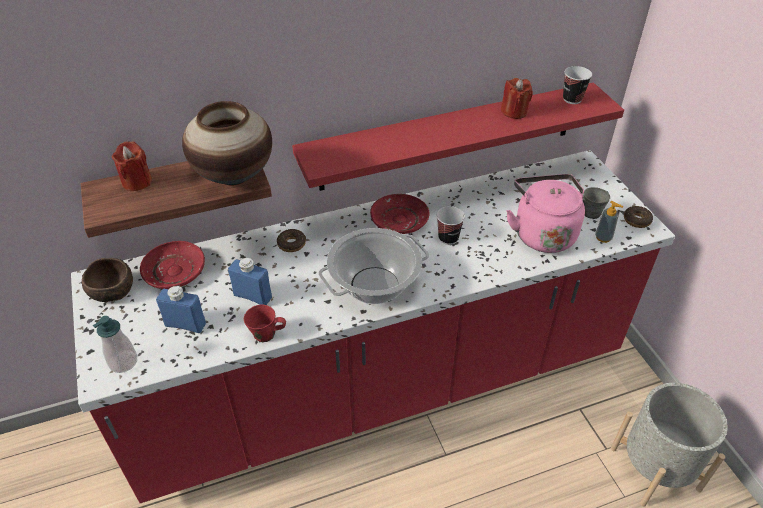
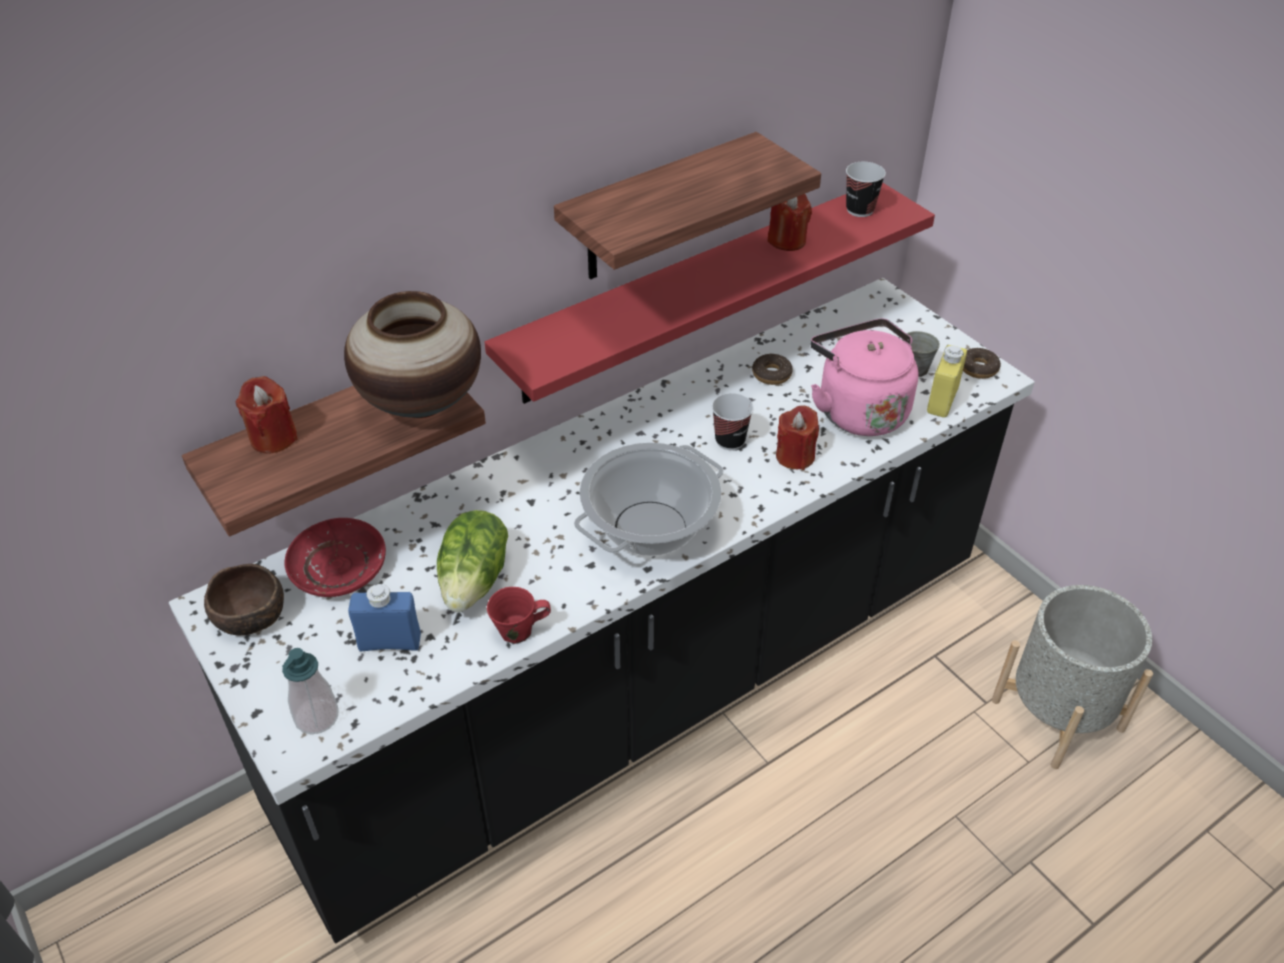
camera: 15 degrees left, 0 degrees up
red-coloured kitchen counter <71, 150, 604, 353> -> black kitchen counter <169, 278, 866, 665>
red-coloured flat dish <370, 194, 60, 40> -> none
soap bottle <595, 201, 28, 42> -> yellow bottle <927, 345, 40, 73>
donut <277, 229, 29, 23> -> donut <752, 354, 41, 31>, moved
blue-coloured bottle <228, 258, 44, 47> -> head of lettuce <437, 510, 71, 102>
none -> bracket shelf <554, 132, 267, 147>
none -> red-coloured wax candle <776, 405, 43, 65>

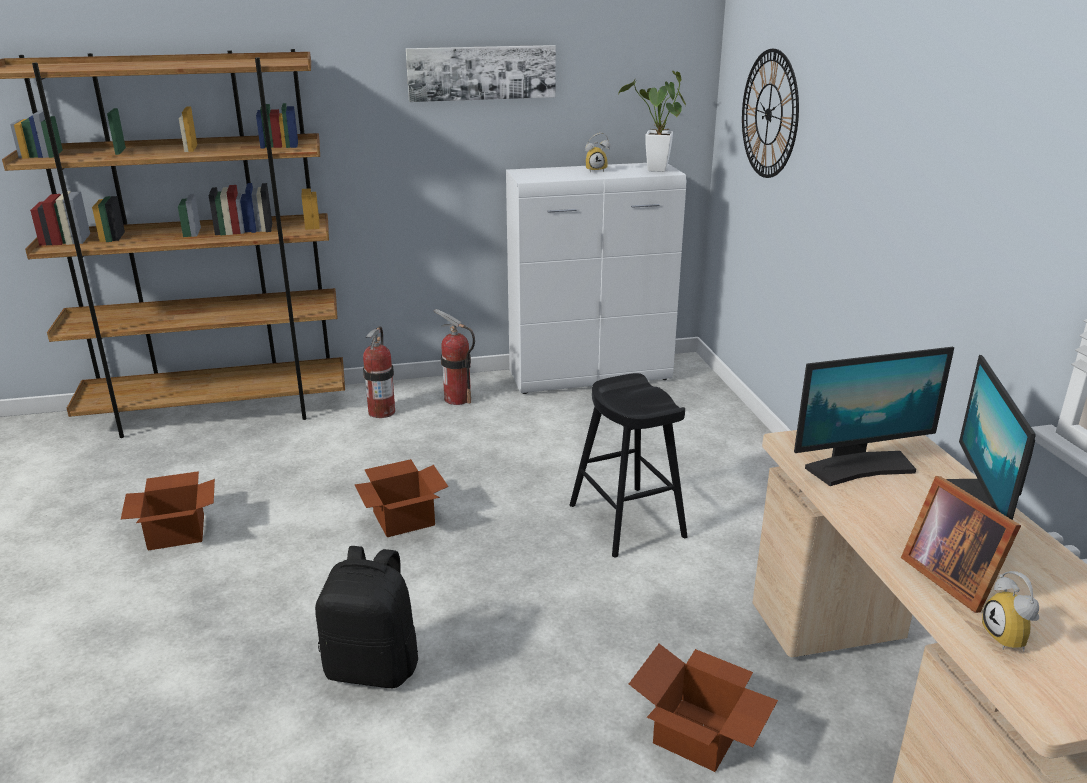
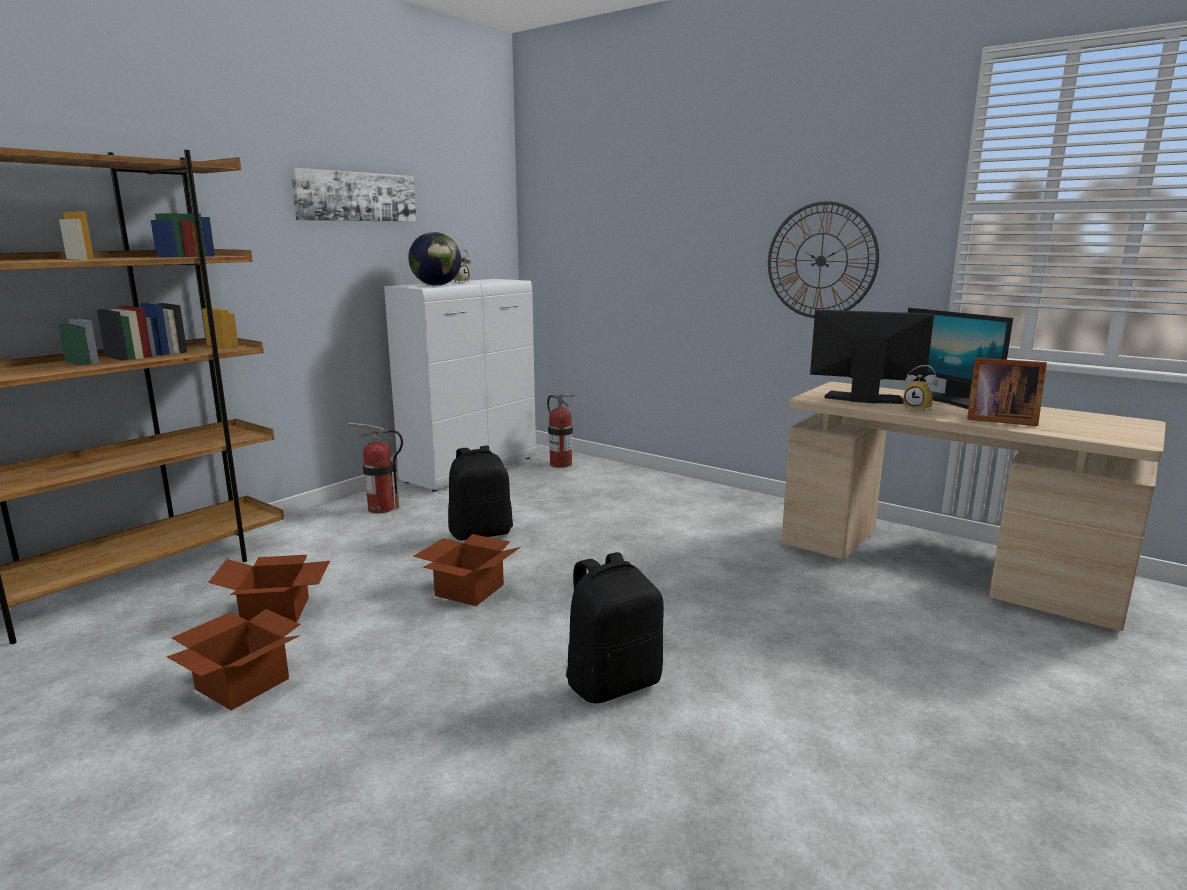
camera: 40 degrees left, 10 degrees down
hanging clock <742, 49, 57, 129> -> hanging clock <768, 201, 111, 117>, moved
plant in a pot <618, 71, 68, 101> -> none
fire-fighting cylinder <363, 326, 32, 92> -> fire-fighting cylinder <547, 394, 27, 74>, moved
computer screen <794, 347, 160, 139> -> computer screen <810, 310, 124, 94>, 105 degrees counterclockwise
black stool seat <570, 373, 118, 184> -> none
alarm clock <982, 571, 57, 81> -> alarm clock <903, 365, 35, 47>, moved
carton <629, 644, 149, 128> -> carton <208, 555, 122, 67>, moved
none -> desk globe <408, 232, 53, 54>
none -> black backpack <448, 446, 65, 94>

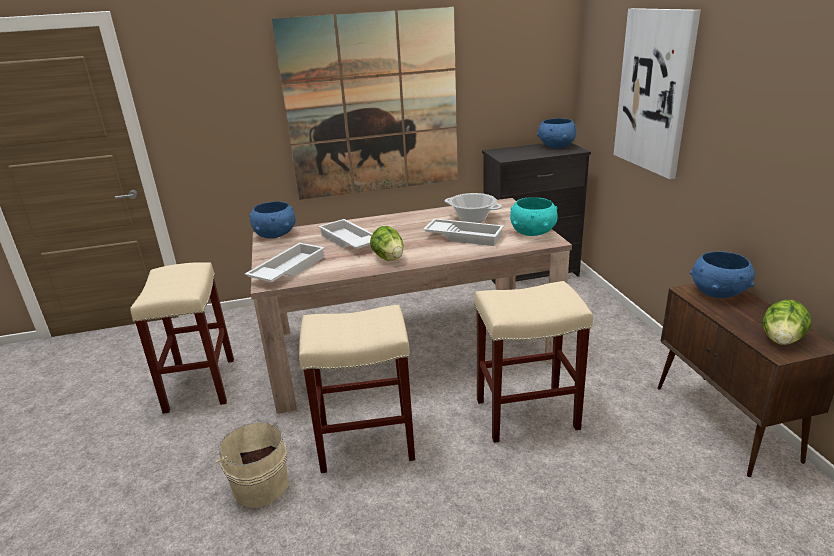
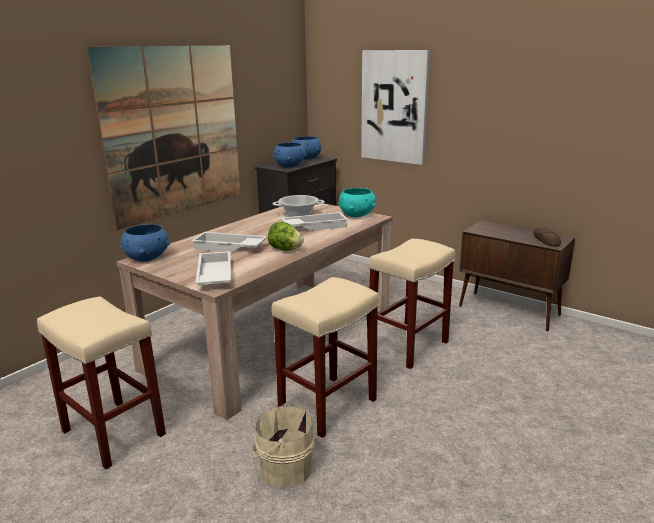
camera: 40 degrees left, 5 degrees down
blue-coloured deep dish <690, 251, 65, 47> -> blue-coloured deep dish <273, 142, 34, 26>, moved
head of lettuce <763, 300, 48, 45> -> bakery bread <533, 228, 28, 19>

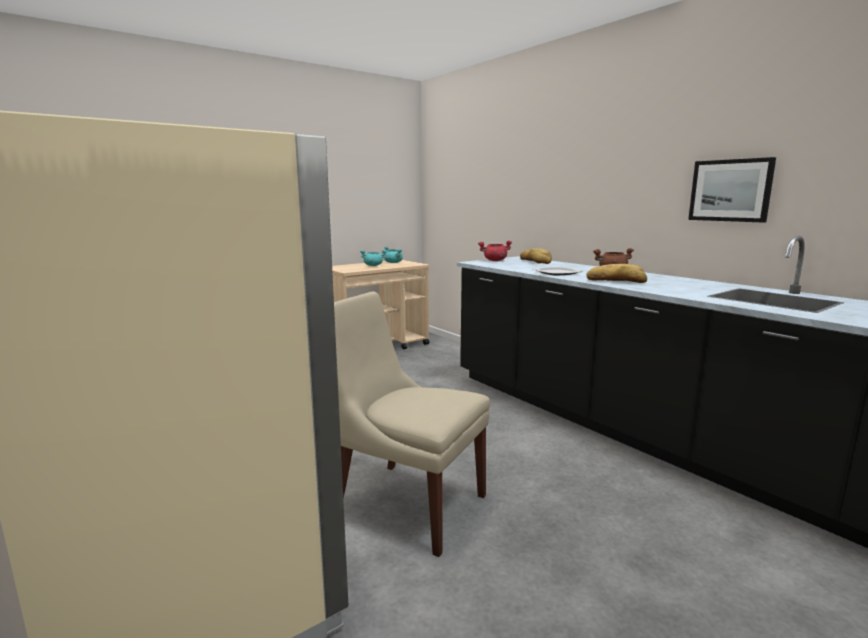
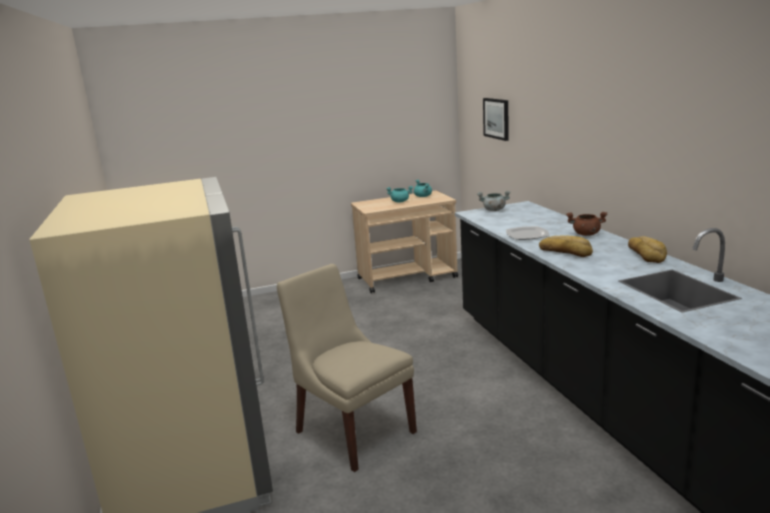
camera: 20 degrees right, 5 degrees up
wall picture <688, 157, 88, 66> -> wall picture <483, 98, 26, 43>, moved
red-coloured stockpot <478, 240, 34, 21> -> gray stockpot <477, 191, 34, 20>
bakery bread <520, 248, 32, 16> -> bakery bread <628, 236, 39, 27>, moved

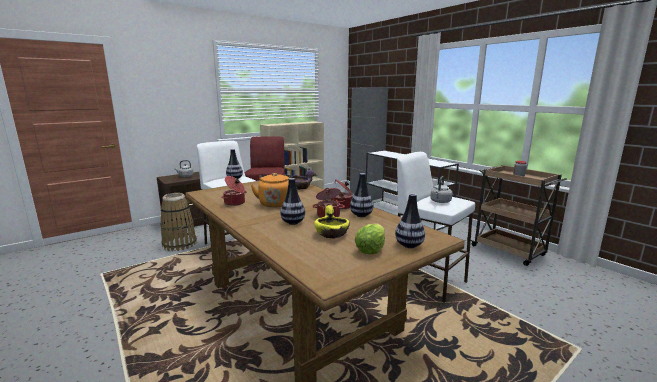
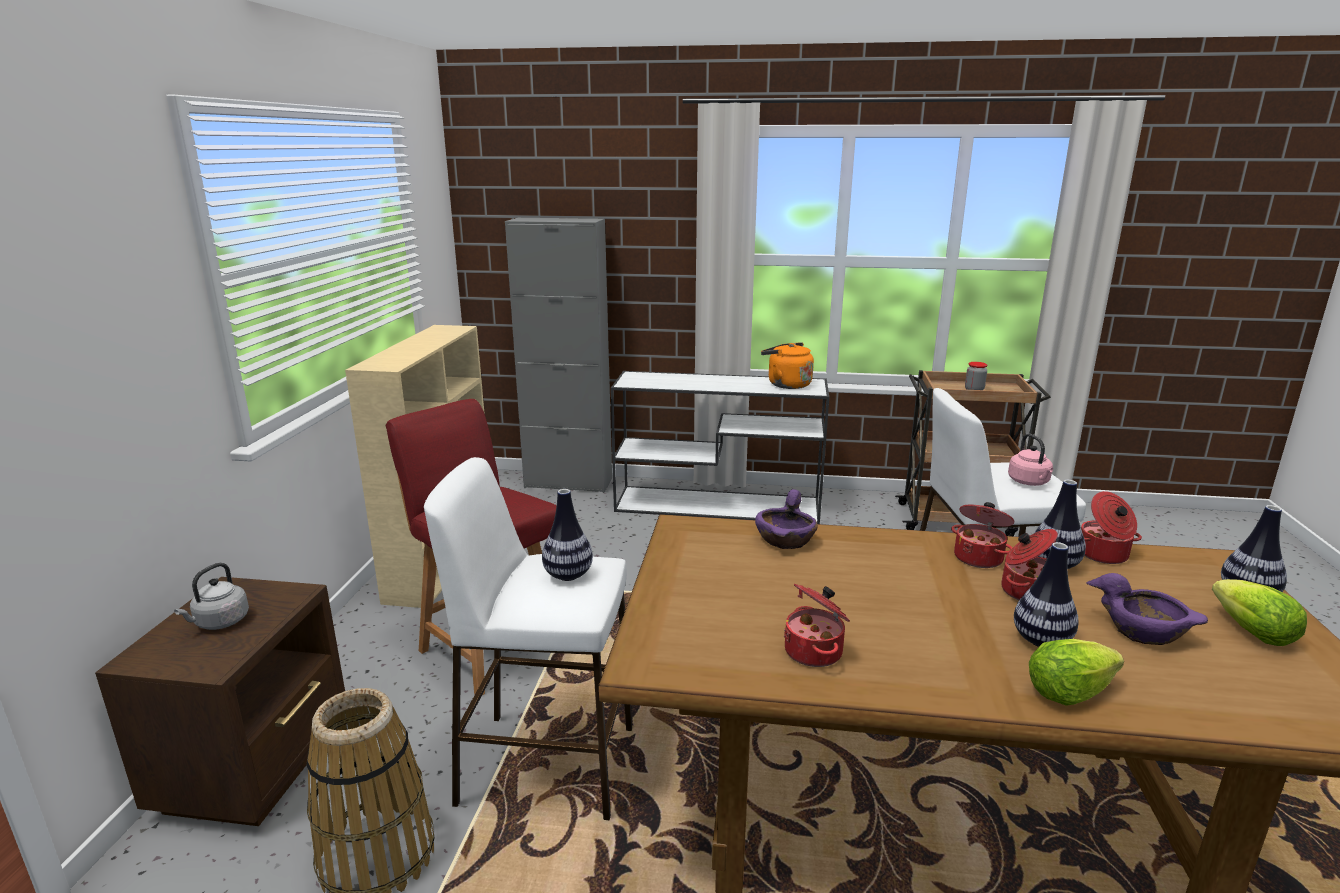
camera: 45 degrees left, 5 degrees up
orangey water kettle <251, 173, 40, 35> -> orangey water kettle <761, 342, 53, 47>, moved
gray water kettle <430, 176, 22, 27> -> pinkish water kettle <1008, 434, 45, 52>
yellow deep dish <314, 205, 36, 33> -> purple-coloured deep dish <1086, 573, 122, 72>
none -> stockpot <1081, 491, 61, 73>
none -> head of lettuce <1029, 639, 95, 67>

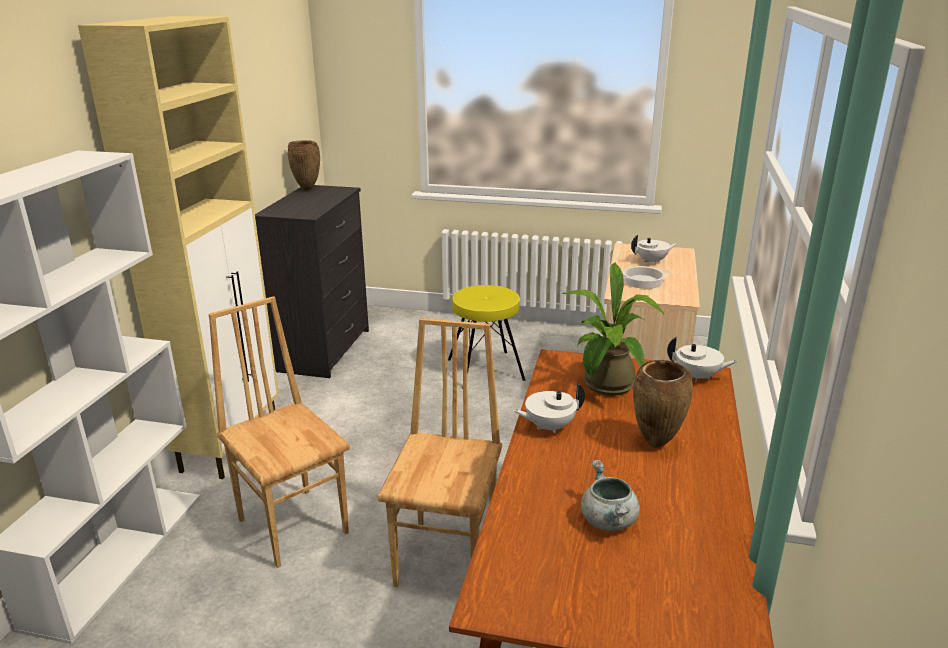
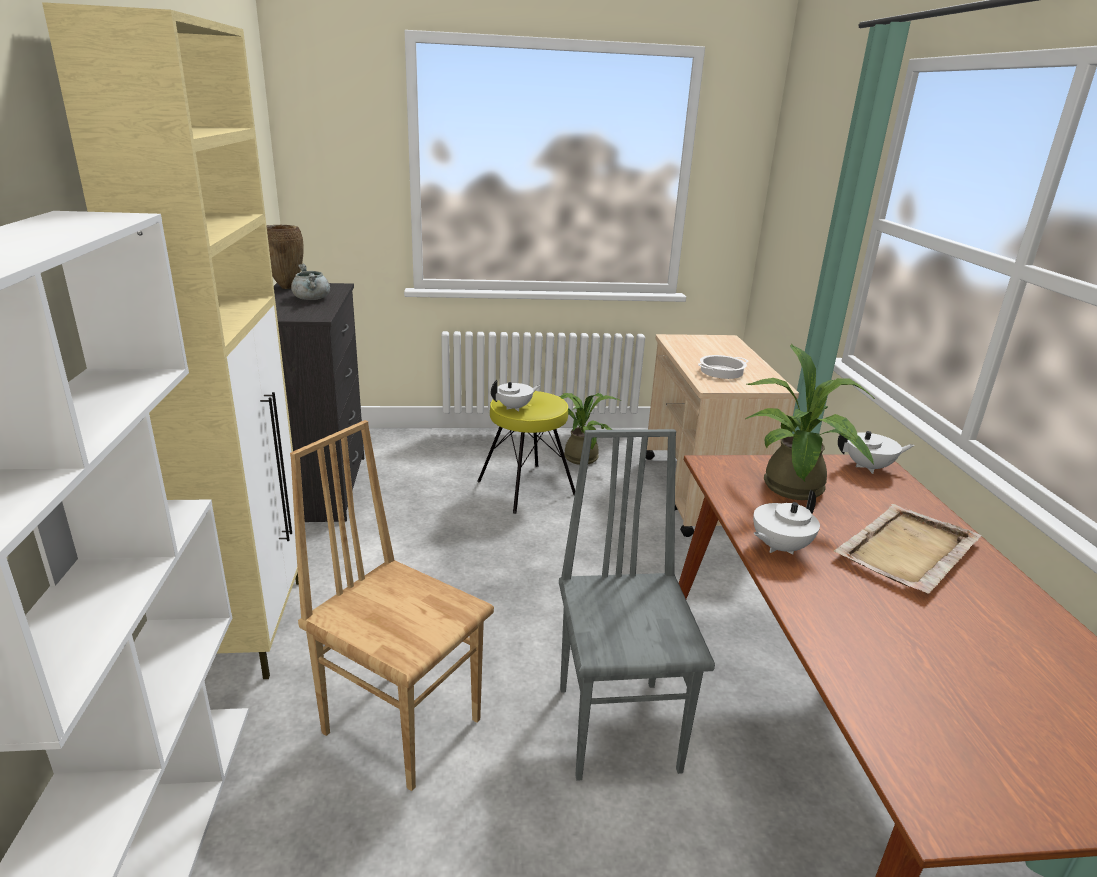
camera: 20 degrees left, 0 degrees up
white-coloured pot for tea <631, 235, 47, 30> -> white-coloured pot for tea <491, 380, 49, 32>, moved
brownish plain chair <378, 318, 124, 269> -> gray plain chair <559, 429, 156, 352>
brownish flower vase <633, 360, 60, 88> -> beige-coloured serving tray <834, 504, 148, 89>
gray stockpot <581, 460, 59, 71> -> gray stockpot <291, 263, 39, 37>, moved
none -> plant in a pot <560, 393, 61, 72>

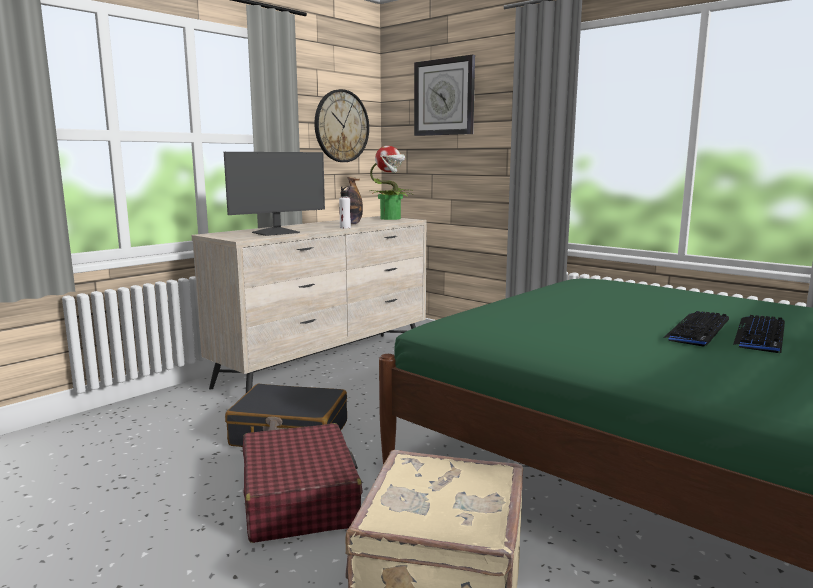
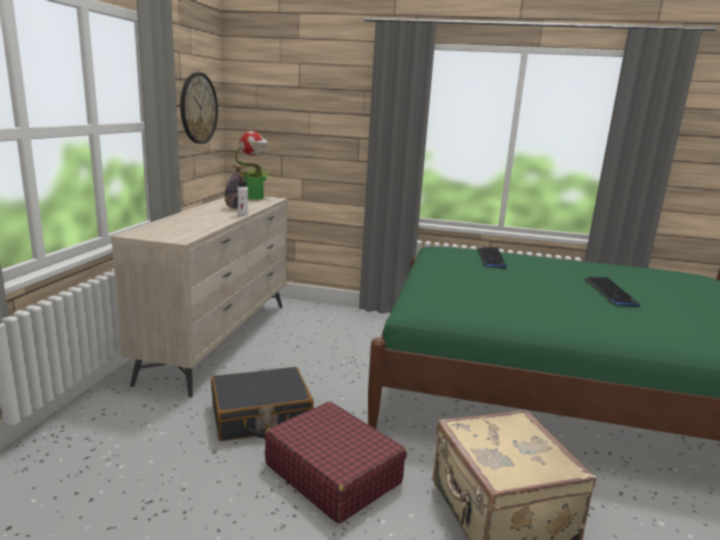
camera: 30 degrees left, 5 degrees up
hanging clock <414, 55, 61, 81> -> none
computer screen <224, 152, 101, 84> -> none
computer keyboard <663, 311, 66, 36> -> computer keyboard <477, 247, 29, 22>, moved

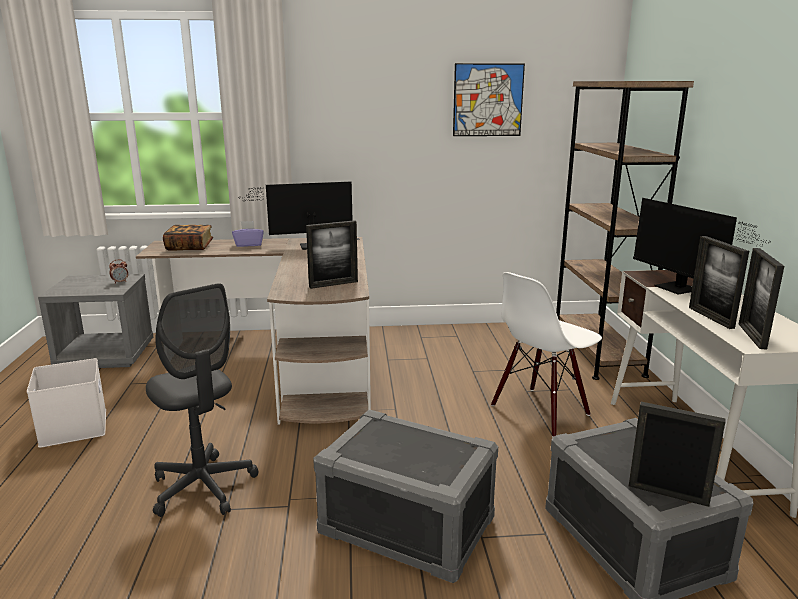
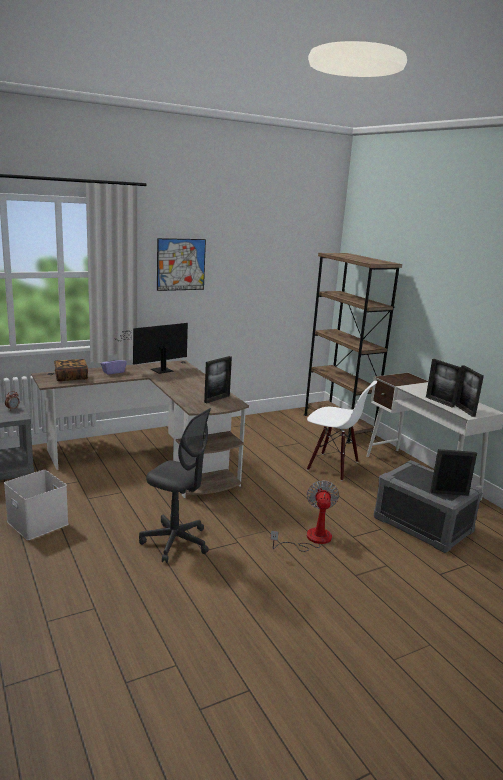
camera: 25 degrees left, 0 degrees up
wall picture <453, 63, 72, 73> -> wall picture <157, 238, 49, 53>, moved
computer screen <633, 198, 135, 96> -> none
white-coloured plain chair <491, 272, 111, 165> -> white-coloured plain chair <307, 381, 70, 100>, 90 degrees counterclockwise
gray storage bin <313, 409, 185, 174> -> electric fan <270, 480, 69, 72>

